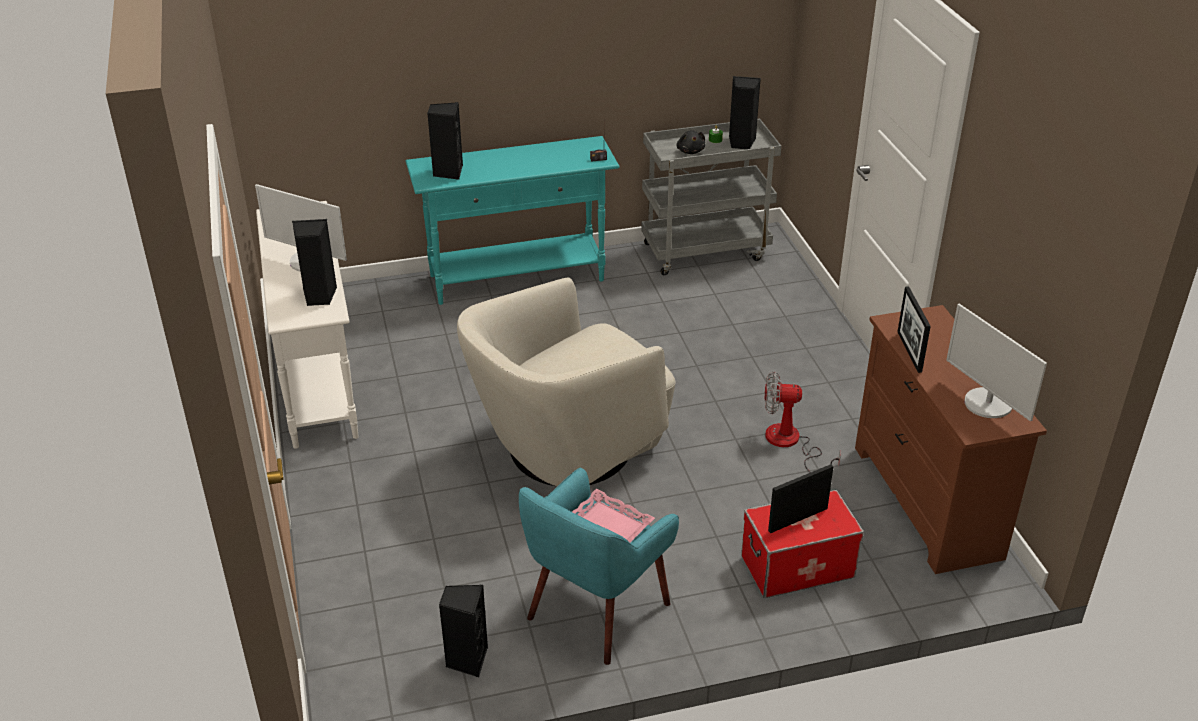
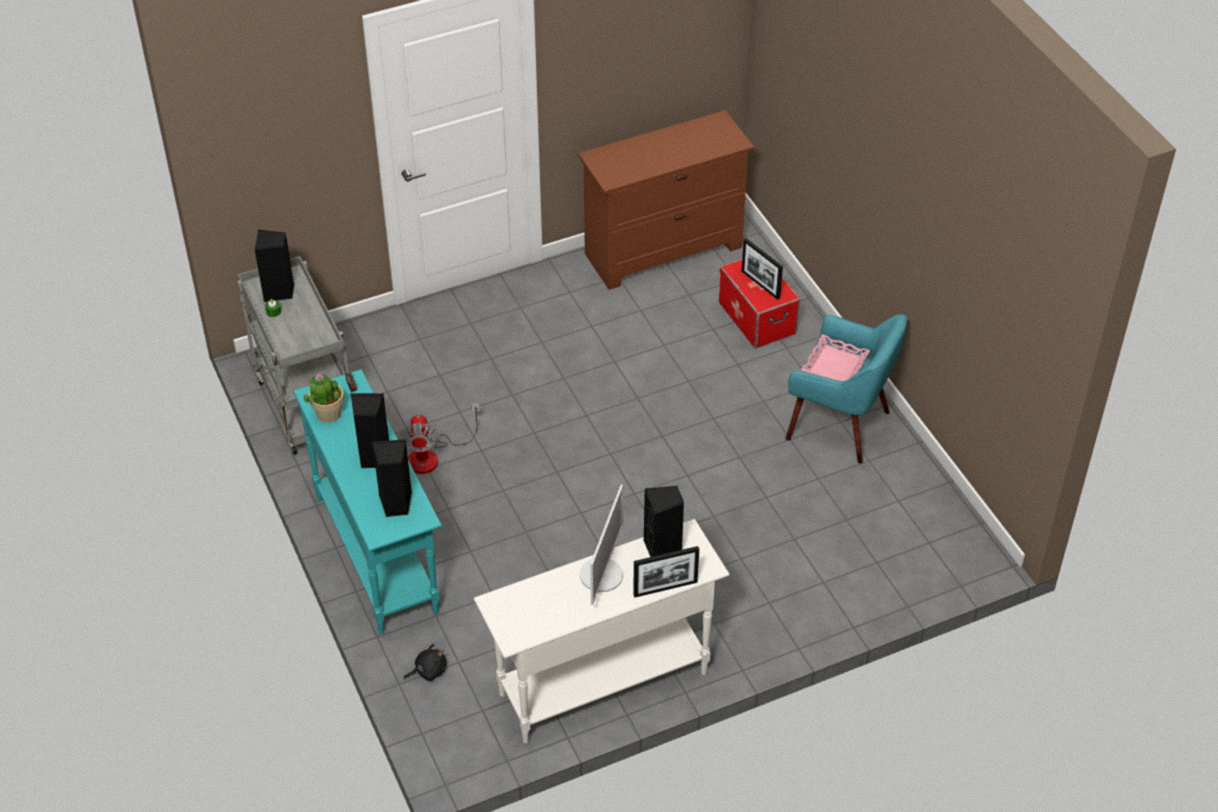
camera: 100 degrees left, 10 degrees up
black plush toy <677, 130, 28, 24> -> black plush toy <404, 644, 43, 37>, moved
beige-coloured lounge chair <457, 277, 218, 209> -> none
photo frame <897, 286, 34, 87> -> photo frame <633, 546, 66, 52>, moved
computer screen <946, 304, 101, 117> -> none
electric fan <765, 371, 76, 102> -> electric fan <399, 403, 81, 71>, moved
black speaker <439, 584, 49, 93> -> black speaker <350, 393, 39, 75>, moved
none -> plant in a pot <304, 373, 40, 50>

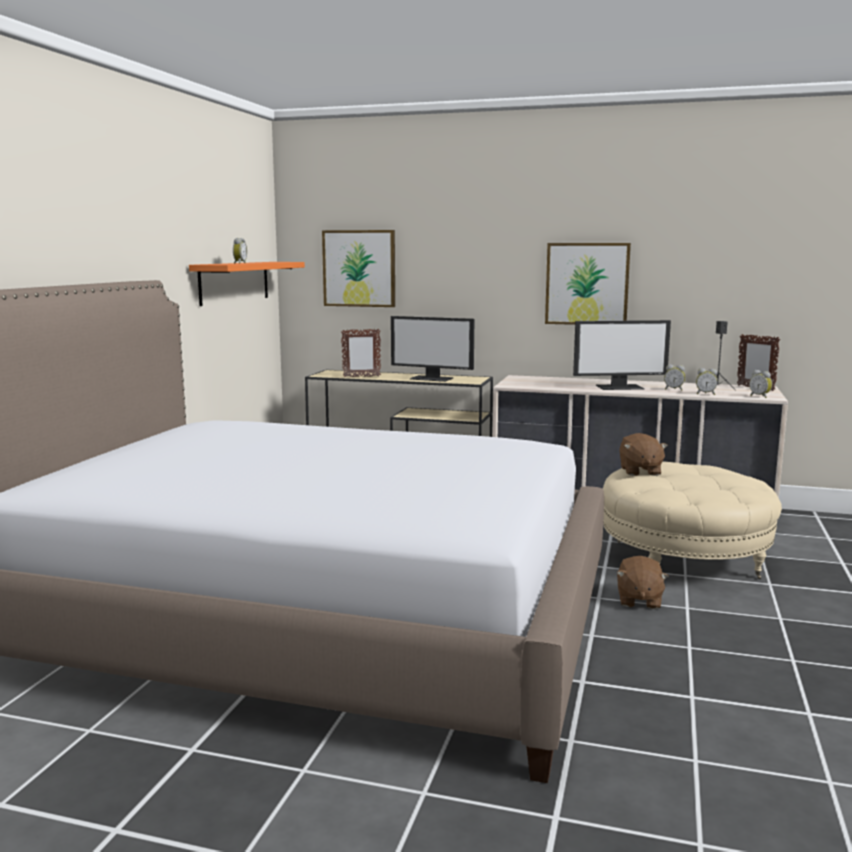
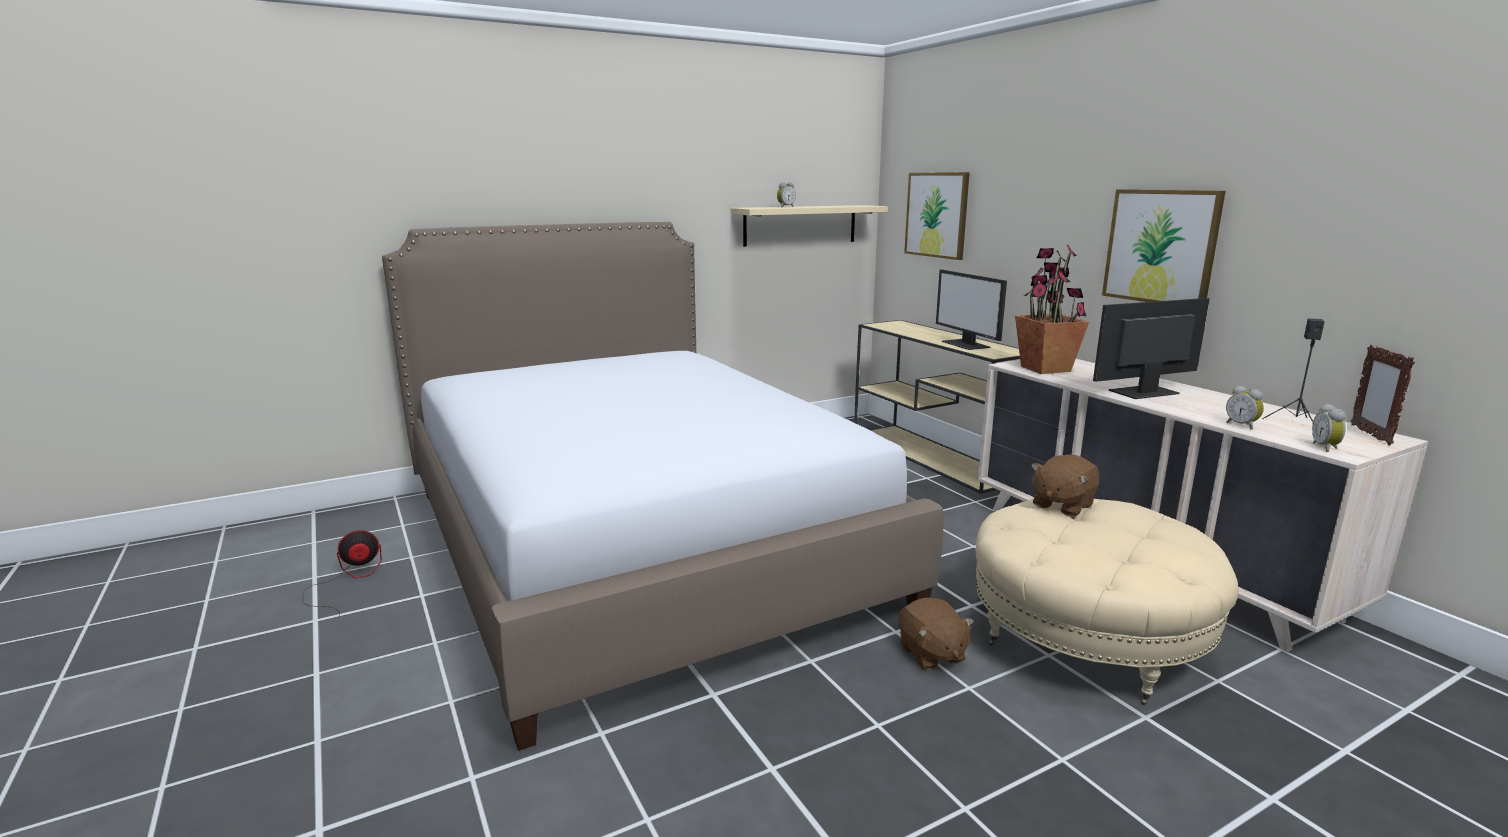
camera: 45 degrees right, 5 degrees up
orangey bracket shelf <189, 262, 116, 44> -> beige-coloured bracket shelf <731, 205, 157, 42>
computer screen <573, 320, 98, 70> -> computer screen <1093, 298, 117, 101>, 120 degrees clockwise
photo frame <341, 328, 40, 49> -> none
alarm clock <664, 364, 21, 27> -> none
brownish plush toy <617, 556, 52, 53> -> brownish plush toy <899, 598, 75, 72>, 75 degrees counterclockwise
none -> plant in a pot <1015, 245, 74, 129>
none -> electric fan <303, 530, 79, 88>

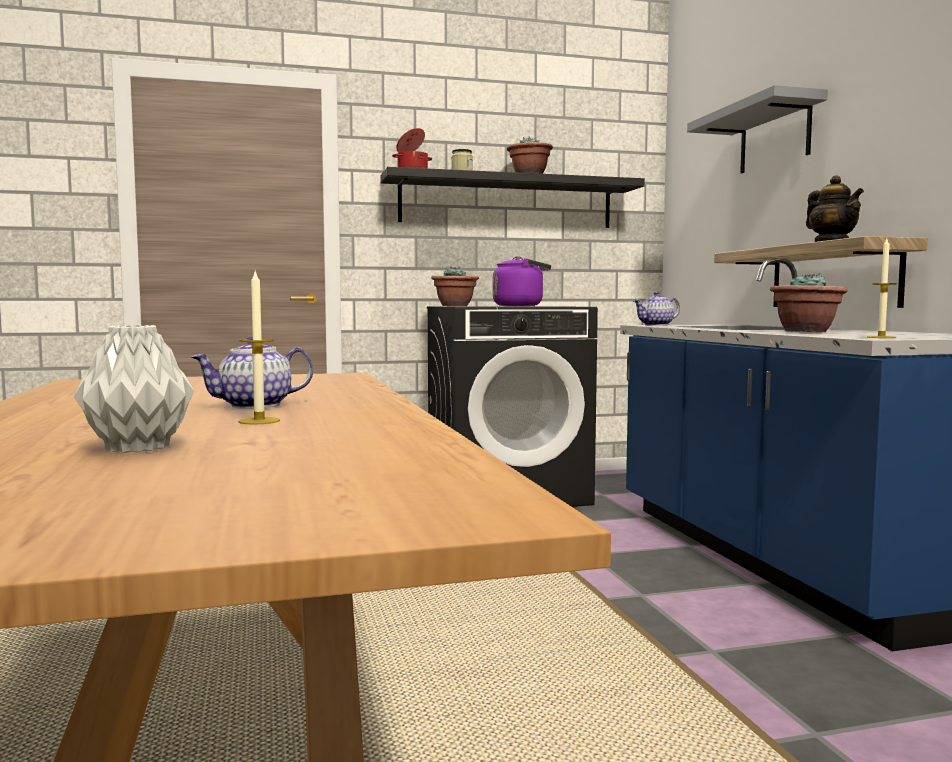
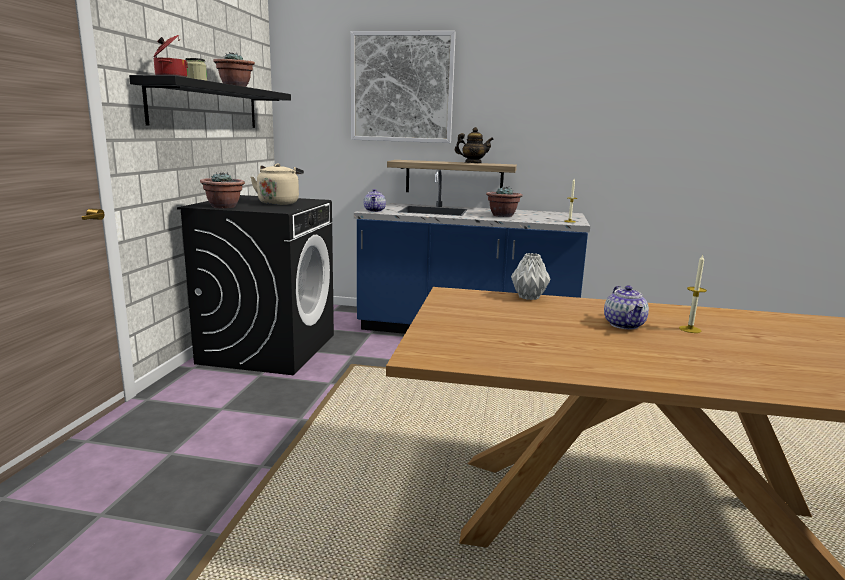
camera: 65 degrees left, 10 degrees up
gray bracket shelf <687, 85, 141, 88> -> wall picture <351, 31, 105, 112>
purple-coloured water kettle <493, 256, 58, 50> -> beige-coloured water kettle <251, 163, 53, 42>
gray flower vase <74, 325, 120, 128> -> gray flower vase <511, 253, 39, 47>, moved

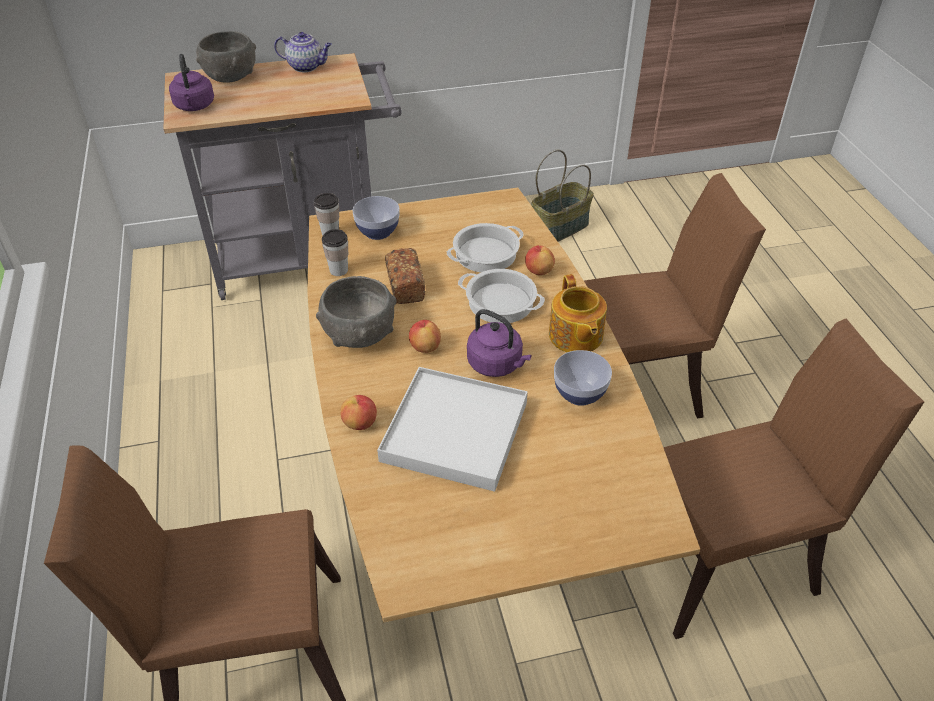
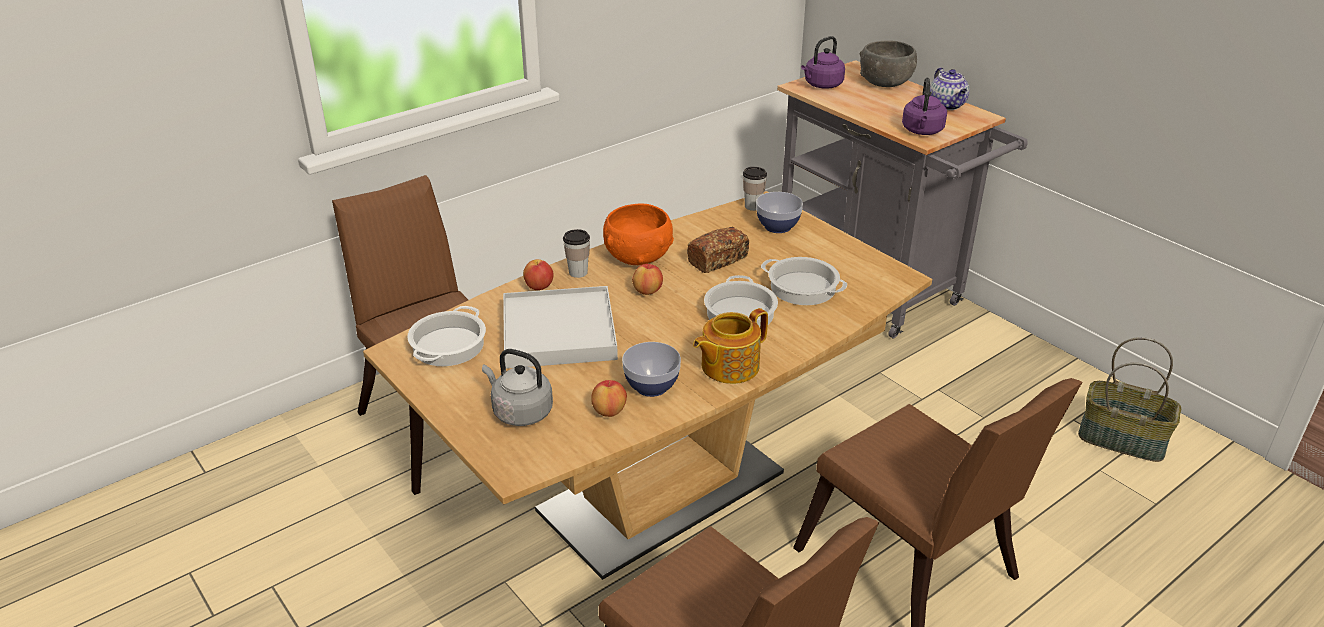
camera: 65 degrees right, 10 degrees down
cup <322, 229, 26, 47> -> cup <563, 229, 27, 49>, moved
apple fruit <525, 245, 30, 30> -> apple fruit <591, 380, 36, 37>, moved
gray deep dish <316, 276, 81, 72> -> orangey deep dish <603, 203, 71, 62>
purple-coloured water kettle <467, 309, 65, 68> -> purple-coloured water kettle <902, 77, 45, 58>, moved
none -> stockpot <407, 306, 79, 60>
none -> gray water kettle <482, 349, 71, 77>

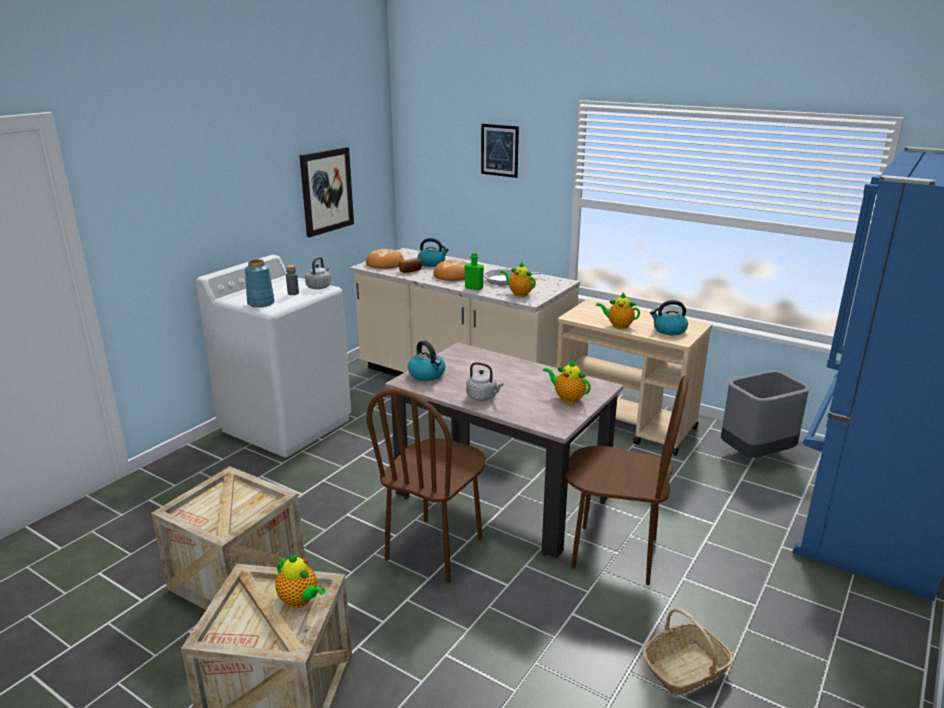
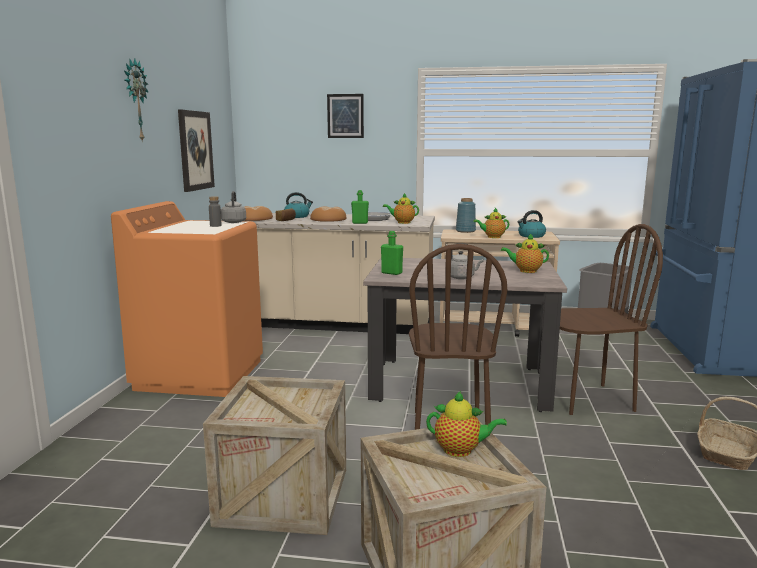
camera: 25 degrees left, 10 degrees down
white-coloured laundry appliance <196, 255, 155, 202> -> orangey laundry appliance <111, 201, 152, 196>
blue-coloured flower vase <245, 259, 30, 49> -> blue-coloured flower vase <456, 198, 20, 35>, moved
water kettle <408, 340, 37, 41> -> greenish bottle <381, 231, 22, 44>
none -> hanging clock <124, 58, 25, 84>

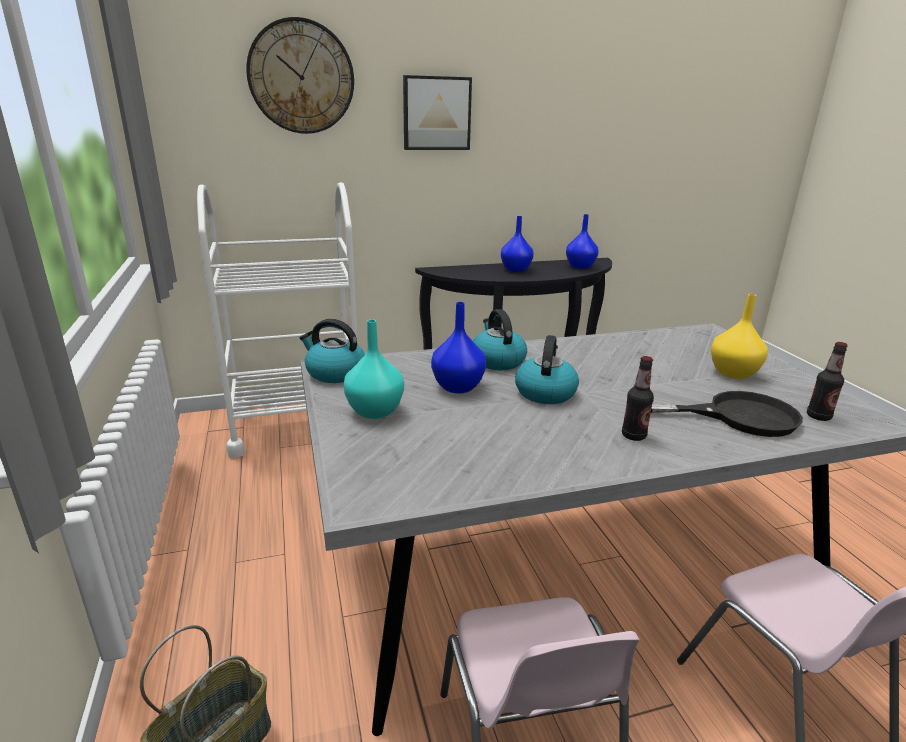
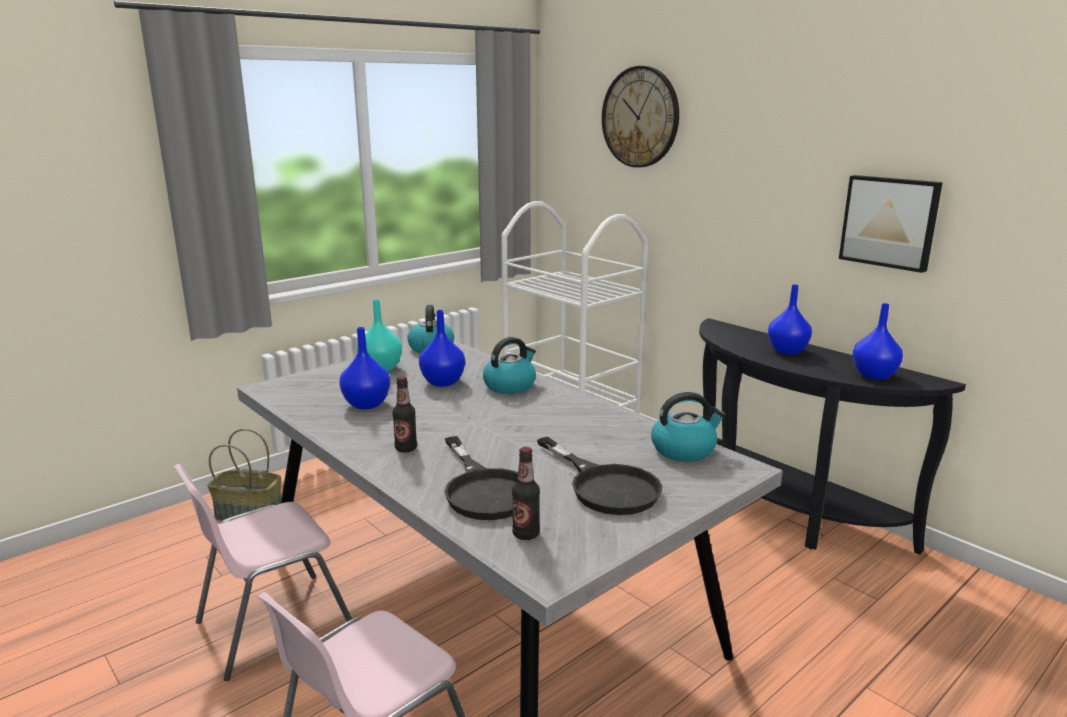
camera: 65 degrees right, 5 degrees down
wall picture <403, 75, 69, 75> -> wall picture <839, 175, 104, 98>, moved
yellow flower vase <711, 294, 56, 85> -> black pan <537, 437, 125, 78>
water kettle <515, 335, 64, 69> -> water kettle <651, 392, 75, 70>, moved
none -> blue-coloured flower vase <339, 327, 51, 82>

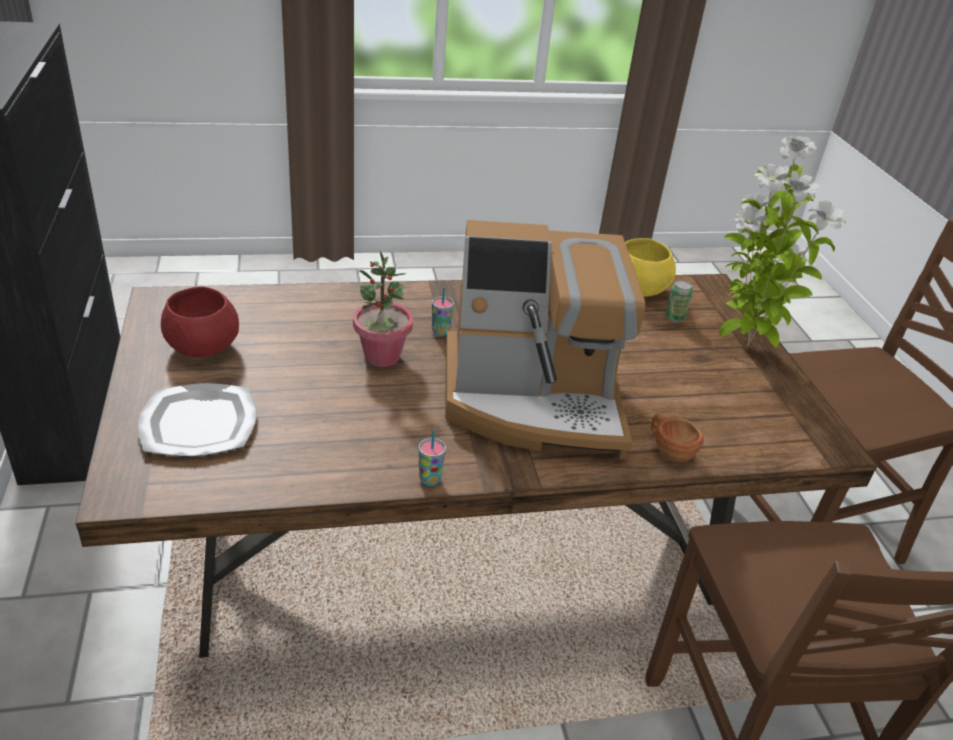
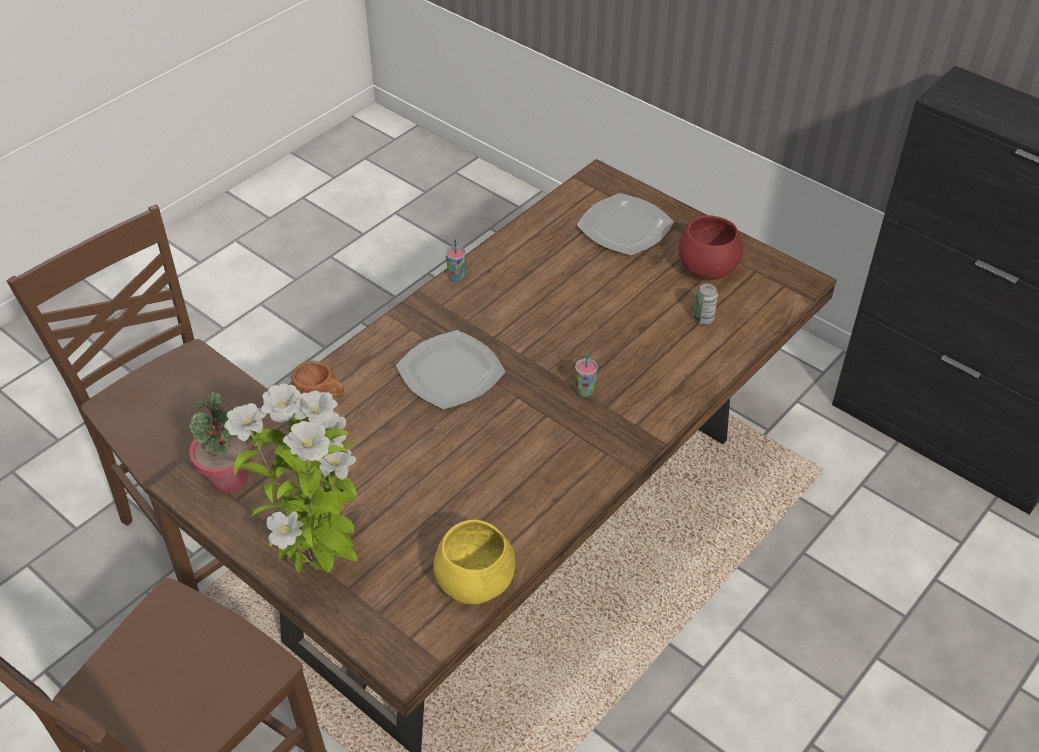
camera: 145 degrees right, 10 degrees up
coffee maker <445, 220, 201, 239> -> flat dish <396, 330, 109, 80>
plant in a pot <353, 250, 60, 117> -> plant in a pot <189, 392, 65, 101>, moved
metal can <665, 280, 28, 42> -> metal can <693, 283, 25, 42>, moved

